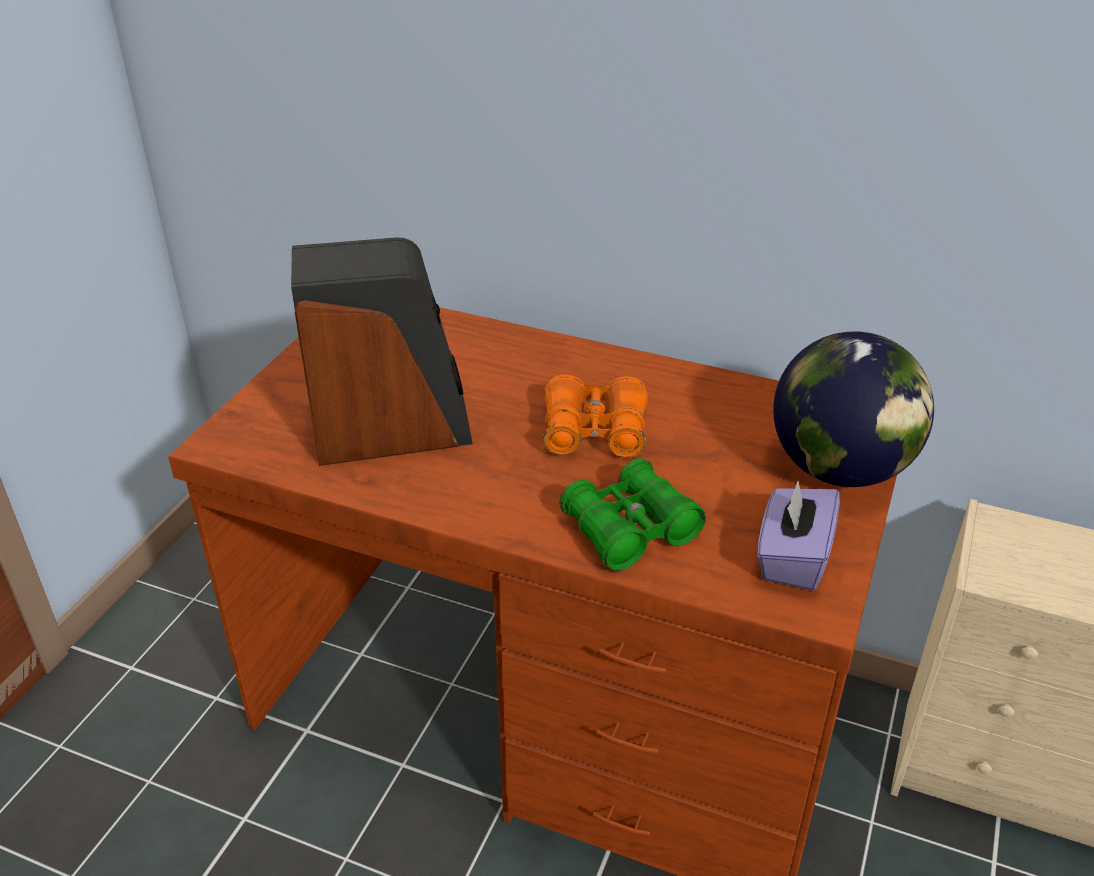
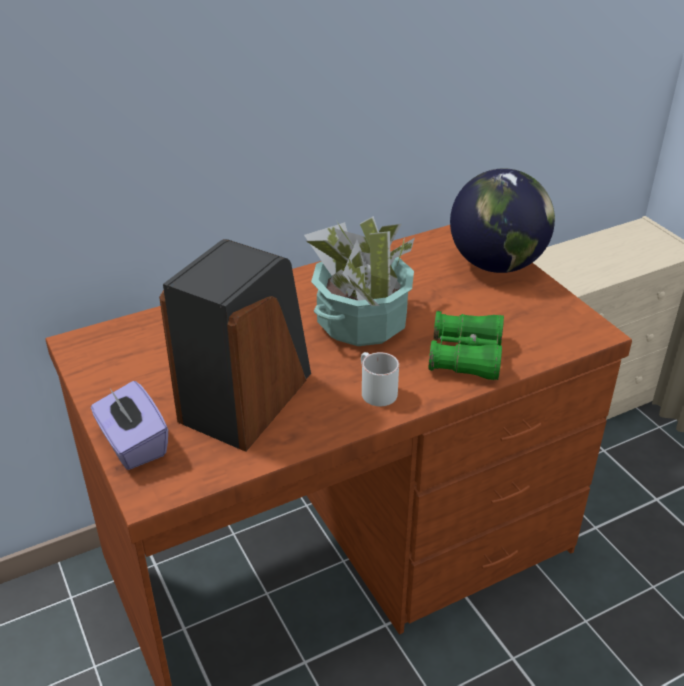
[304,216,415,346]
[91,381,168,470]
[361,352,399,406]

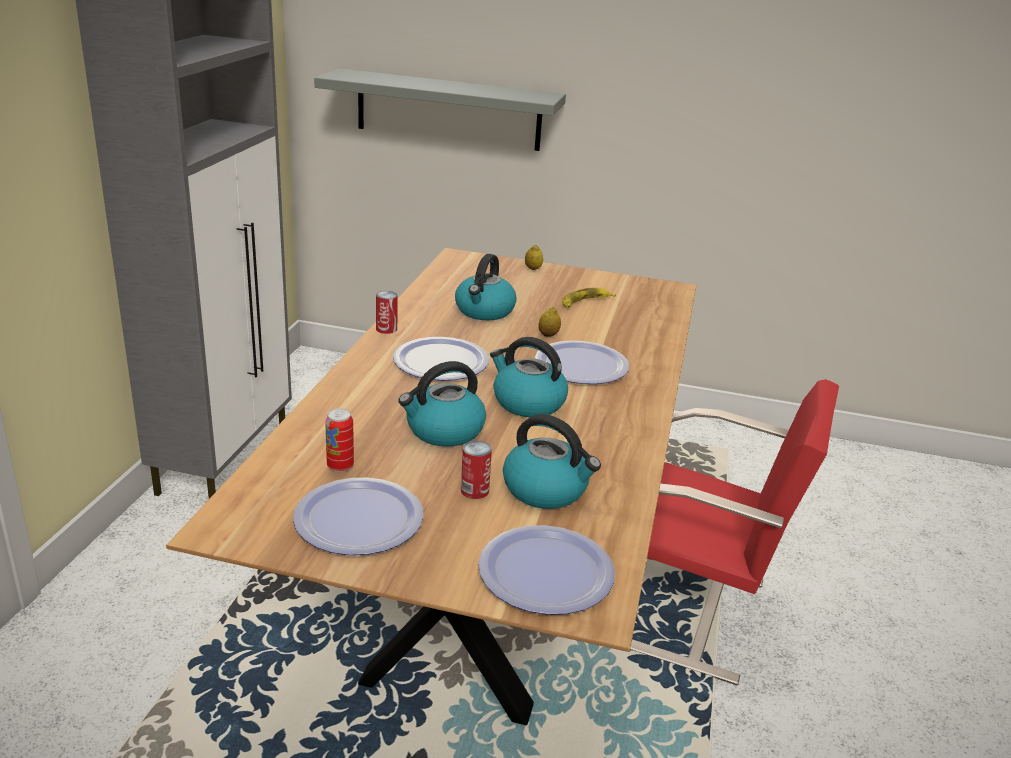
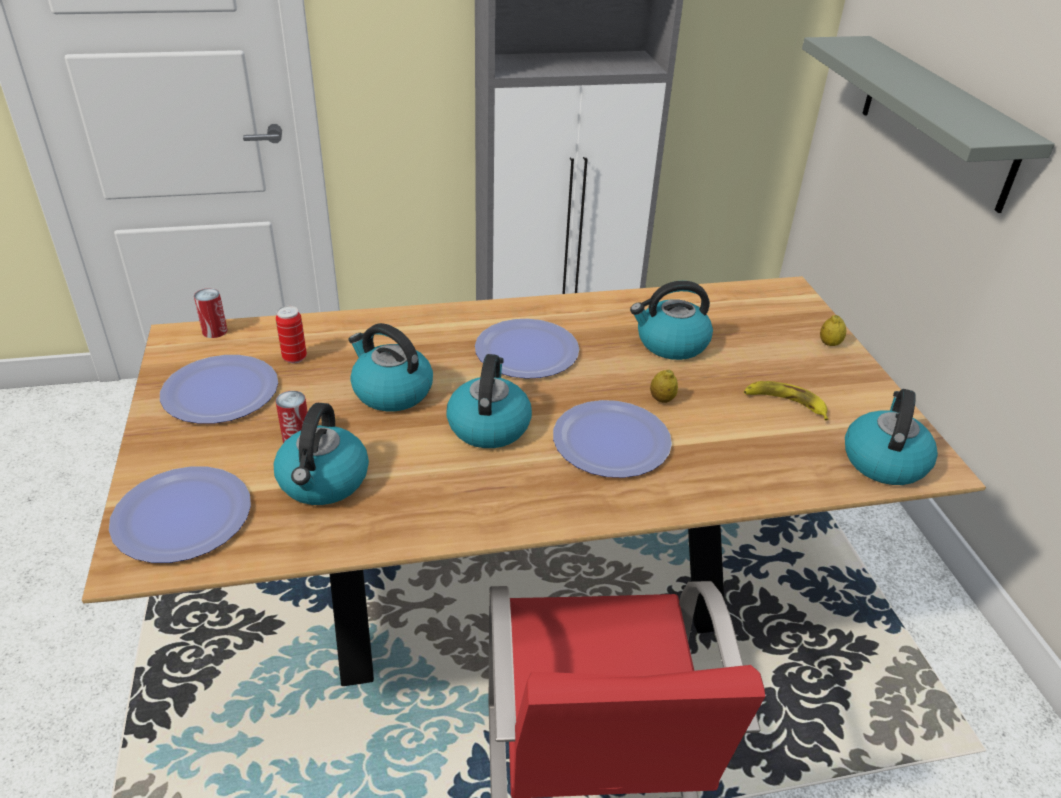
[194,288,228,338]
[845,389,938,485]

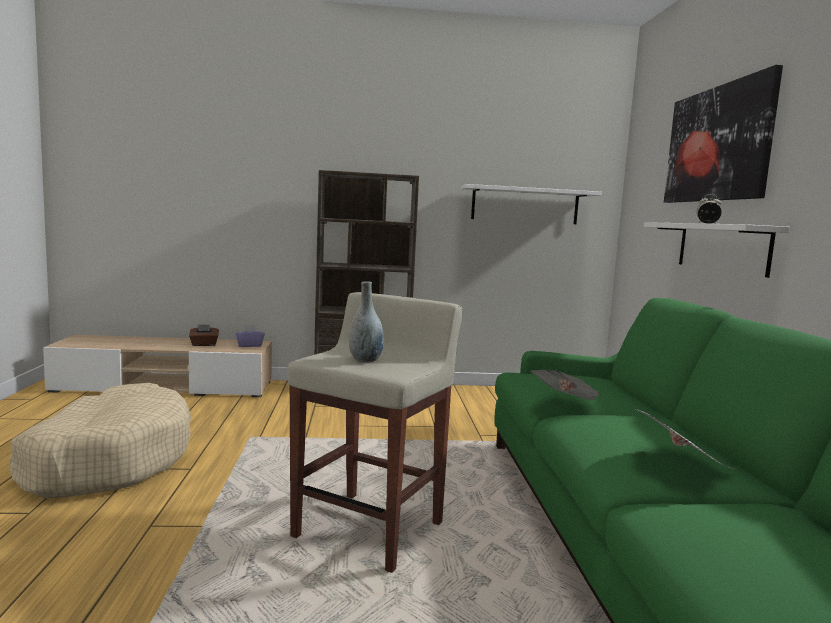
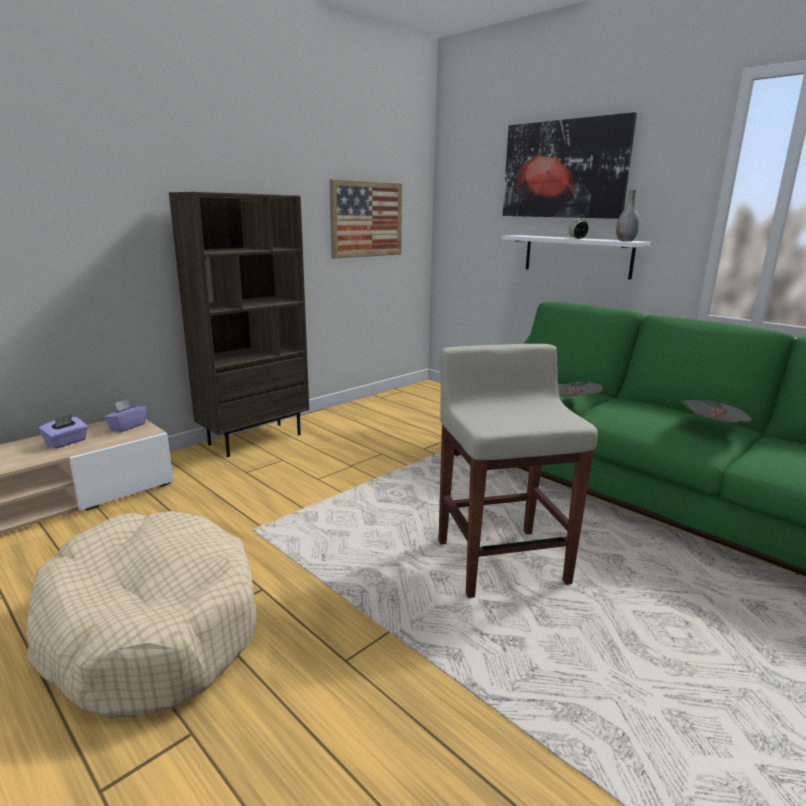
[38,414,88,449]
[616,190,640,241]
[329,179,402,259]

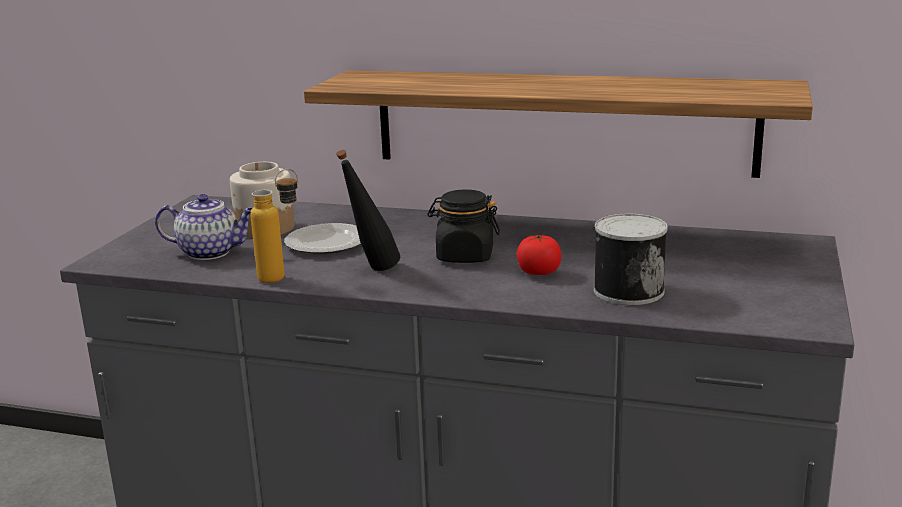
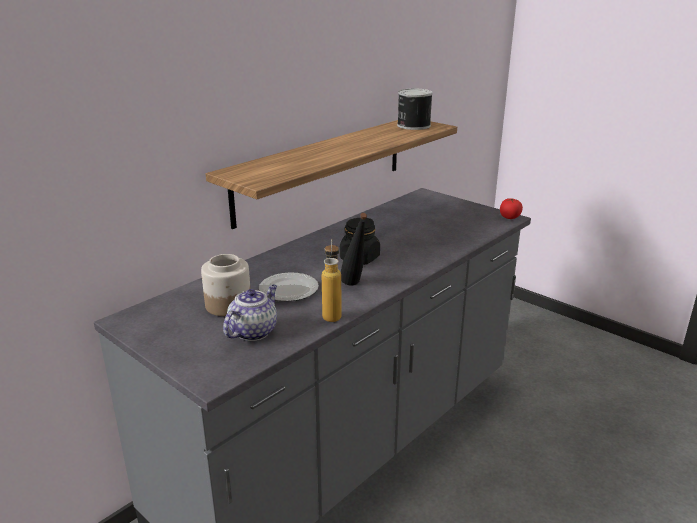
[500,198,523,219]
[397,88,433,130]

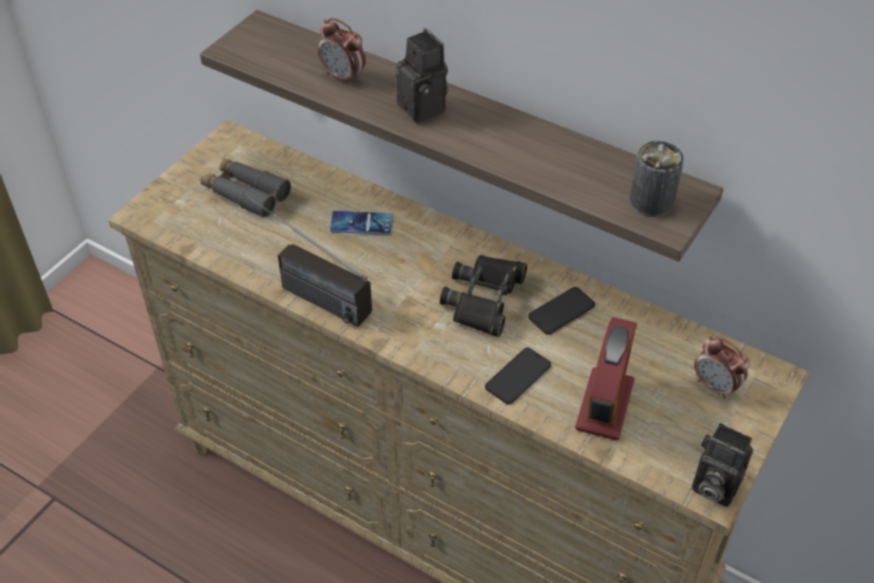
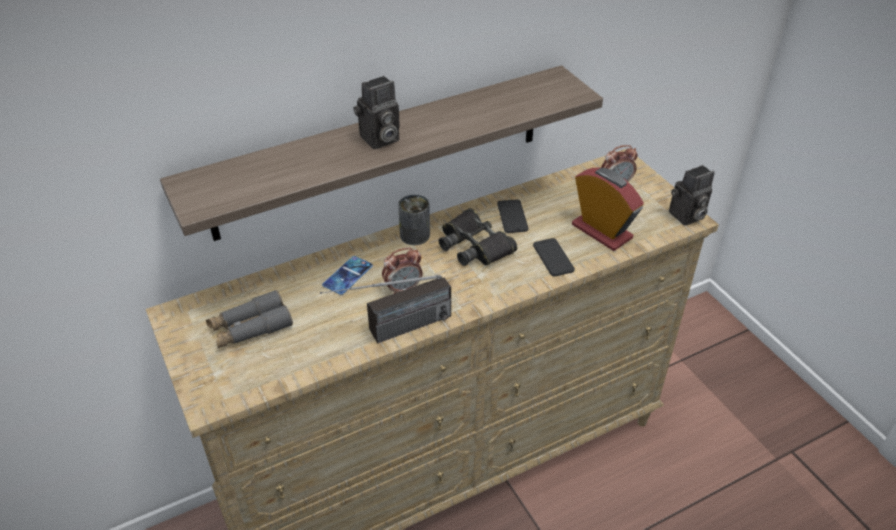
[382,248,423,294]
[354,76,400,149]
[398,195,430,245]

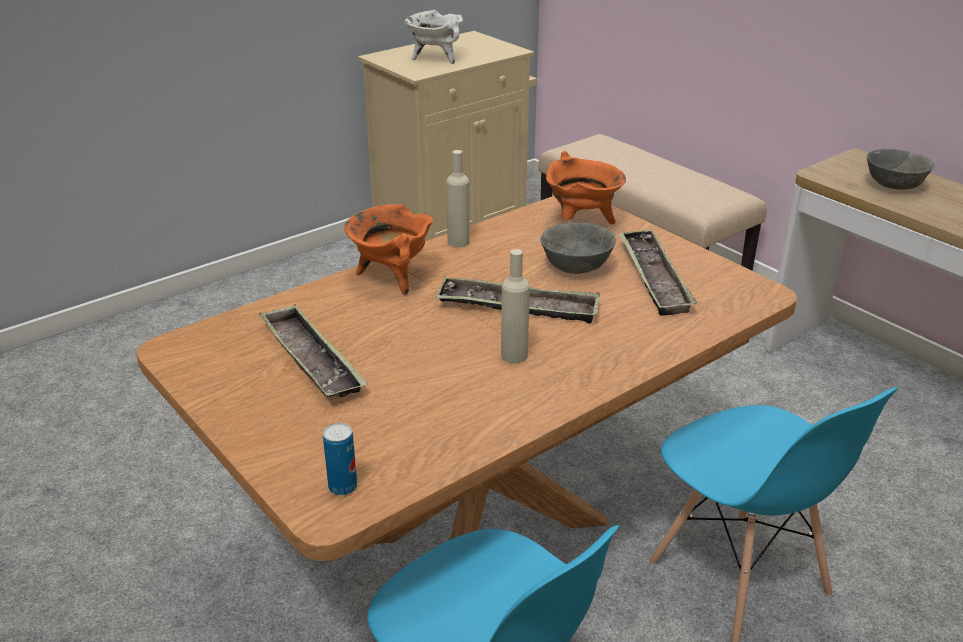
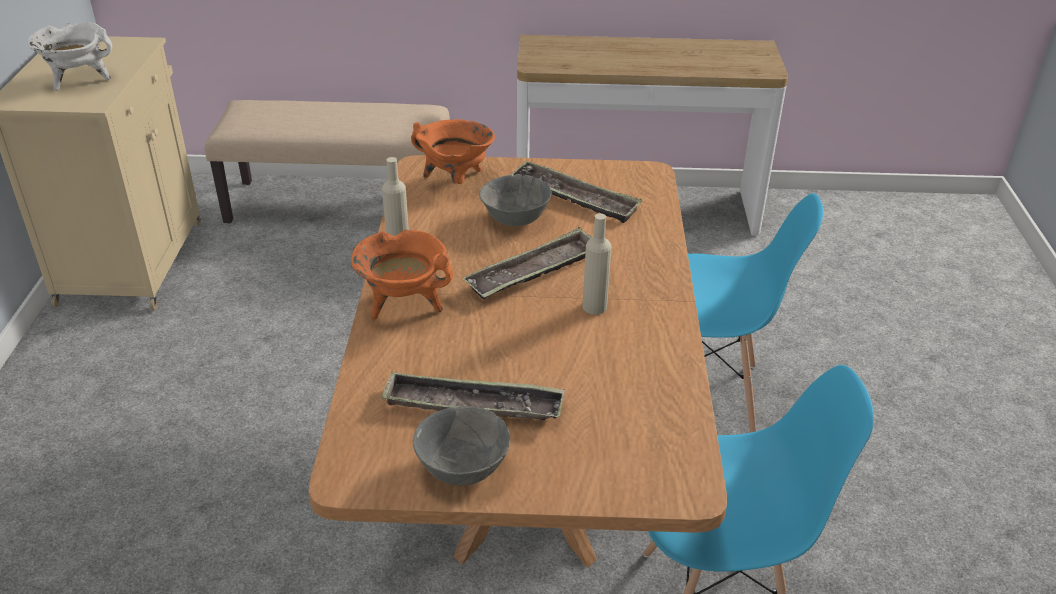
[323,423,357,495] (first image)
[413,406,510,486]

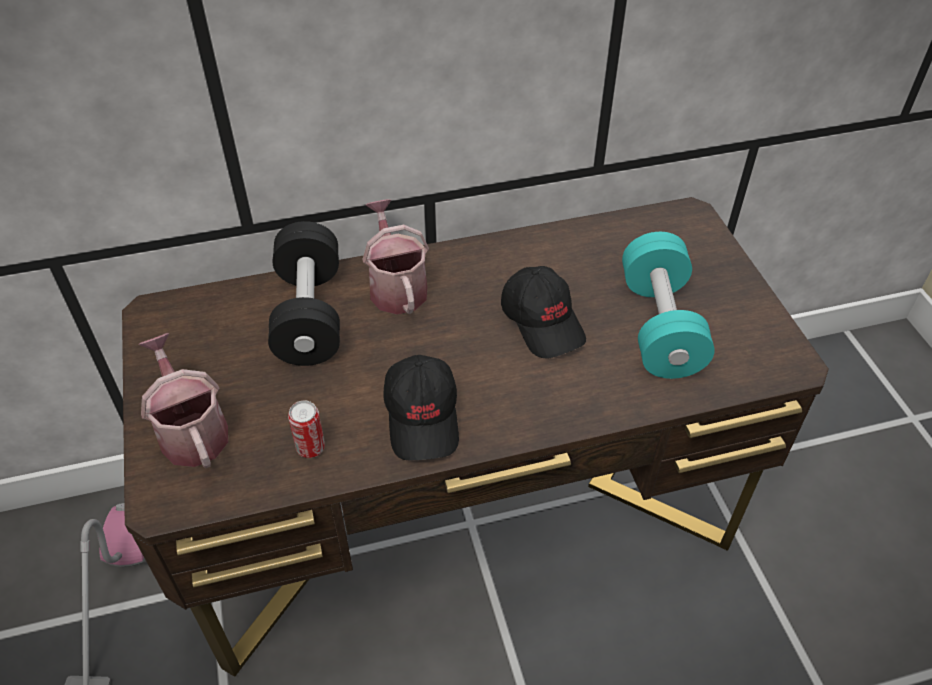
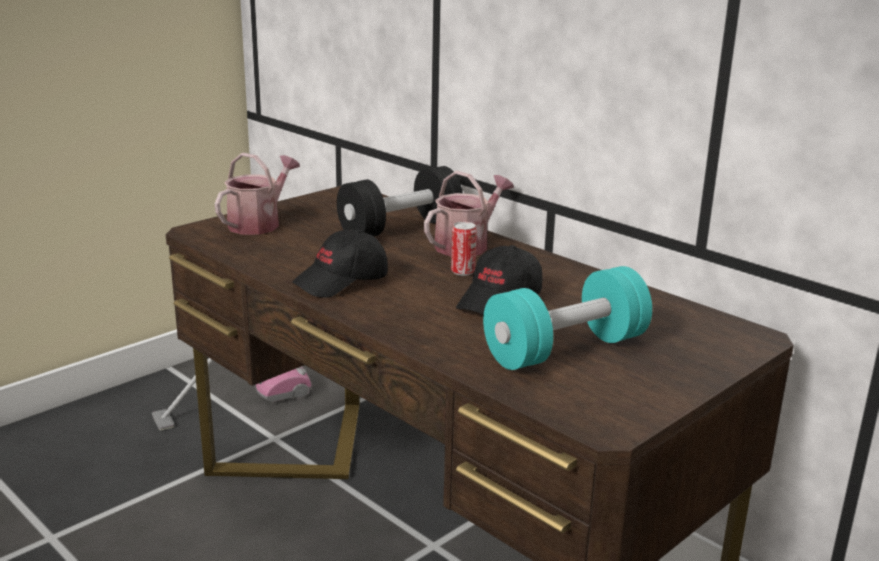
[451,222,477,276]

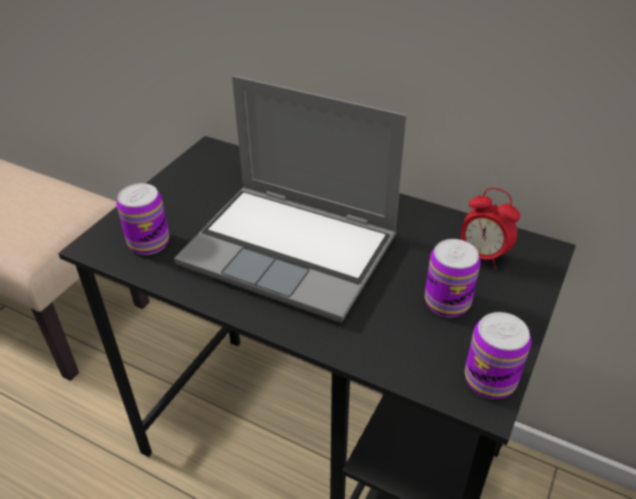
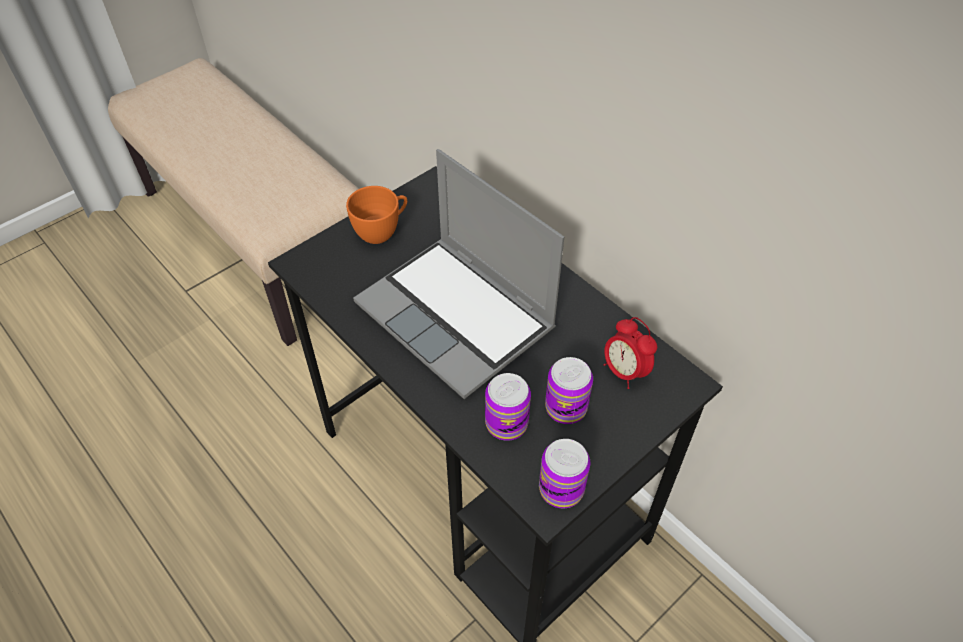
[485,373,531,441]
[346,186,407,244]

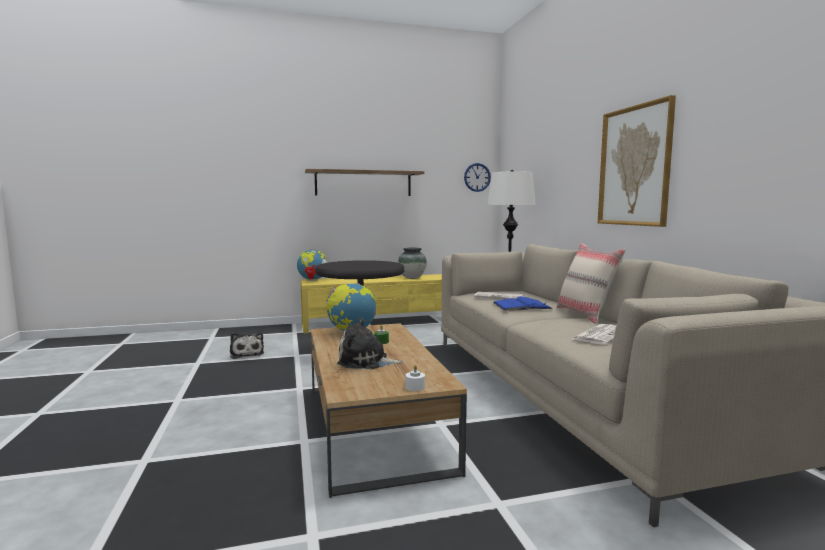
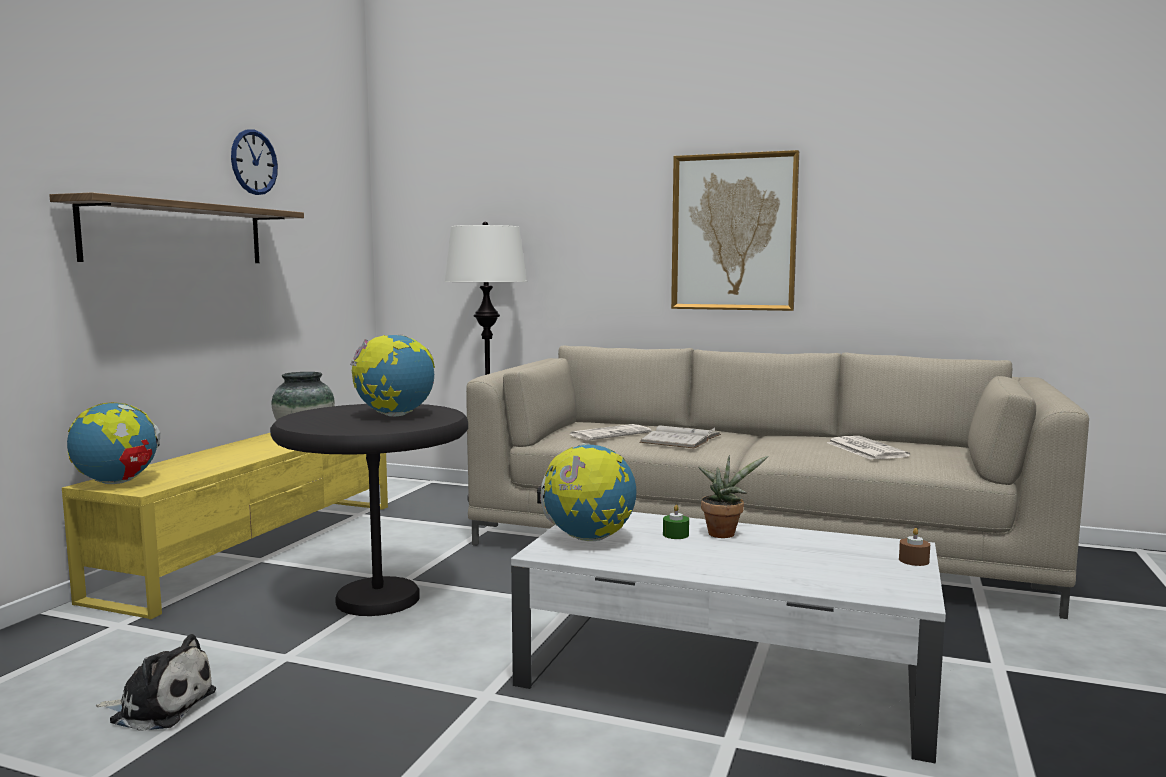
[511,512,946,764]
[337,318,404,369] (first image)
[899,528,930,566]
[231,129,278,195]
[639,425,721,449]
[556,243,626,324] (first image)
[350,335,435,416]
[698,455,768,538]

